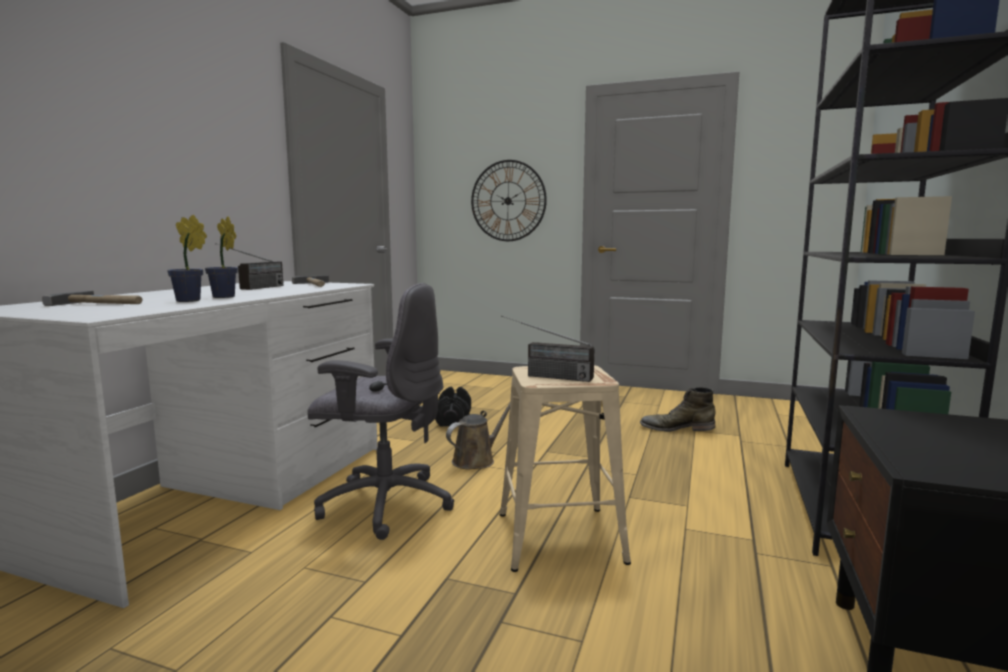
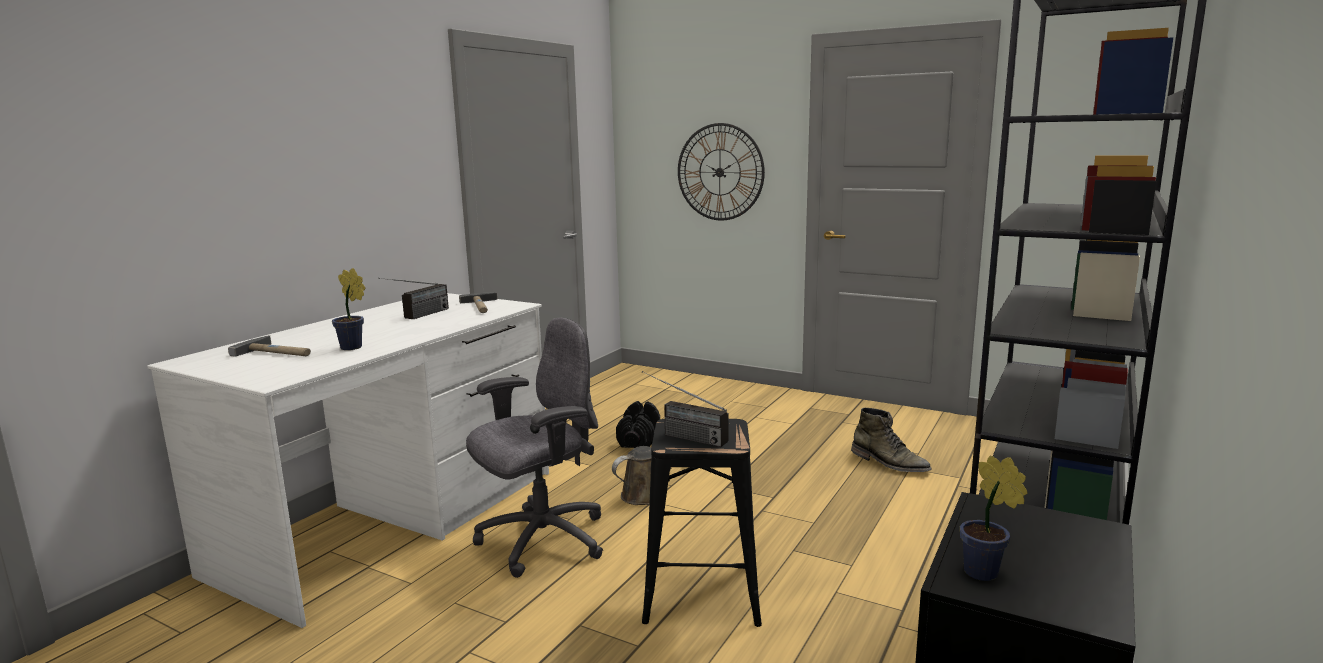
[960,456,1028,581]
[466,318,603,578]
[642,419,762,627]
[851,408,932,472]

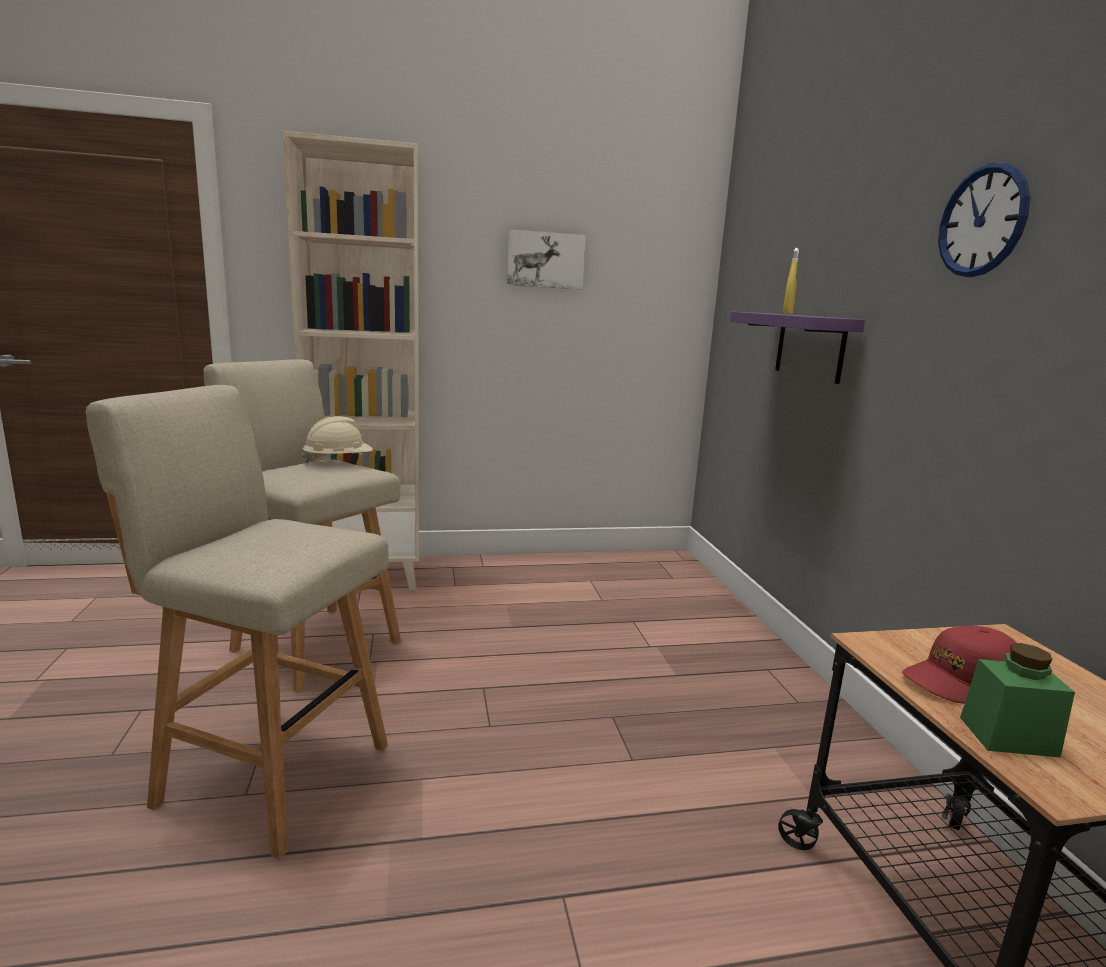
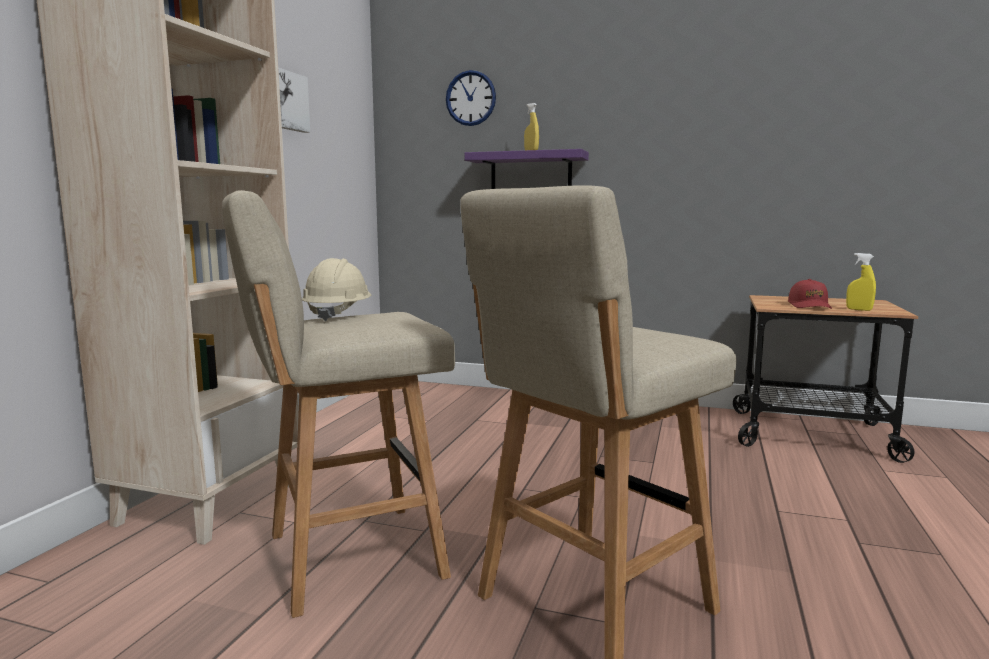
[446,70,496,126]
[846,253,876,311]

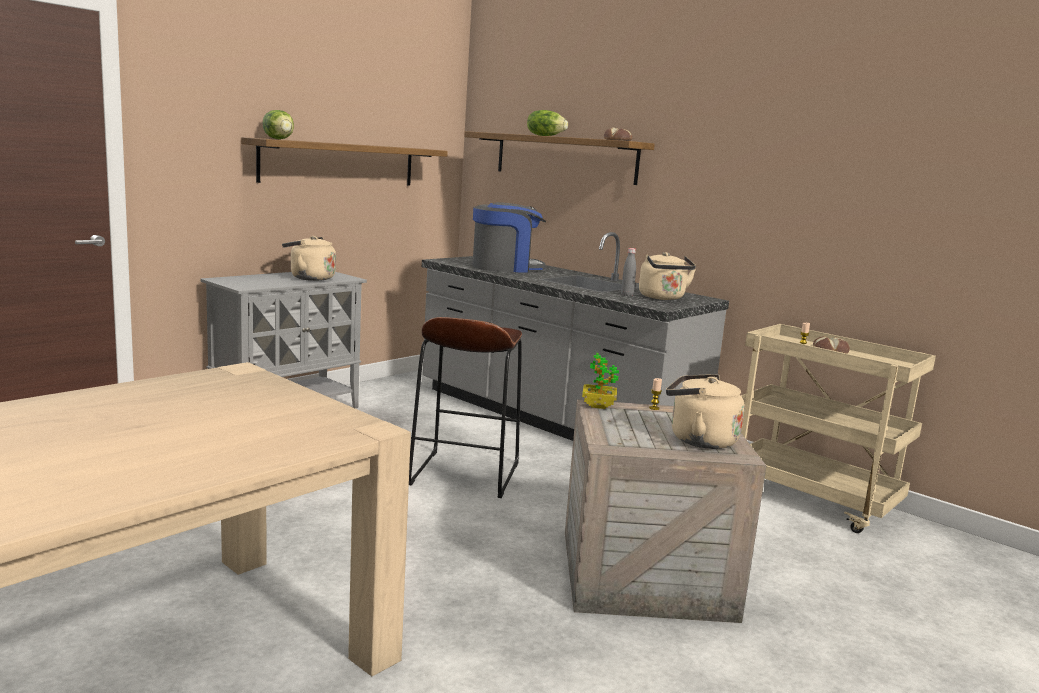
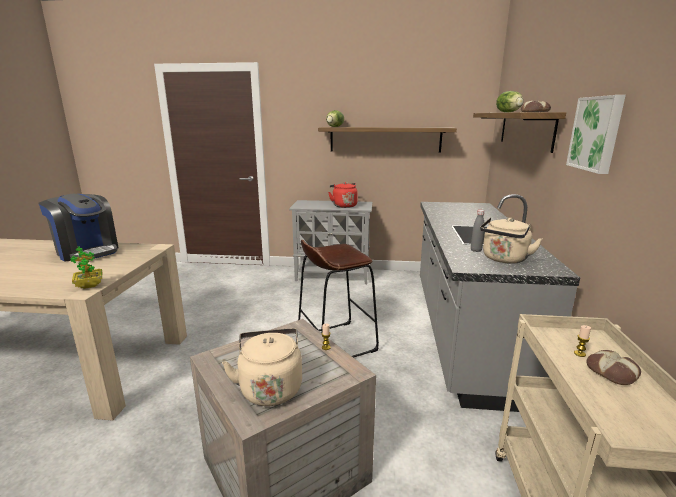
[328,182,358,208]
[39,194,118,262]
[70,246,102,289]
[566,95,626,174]

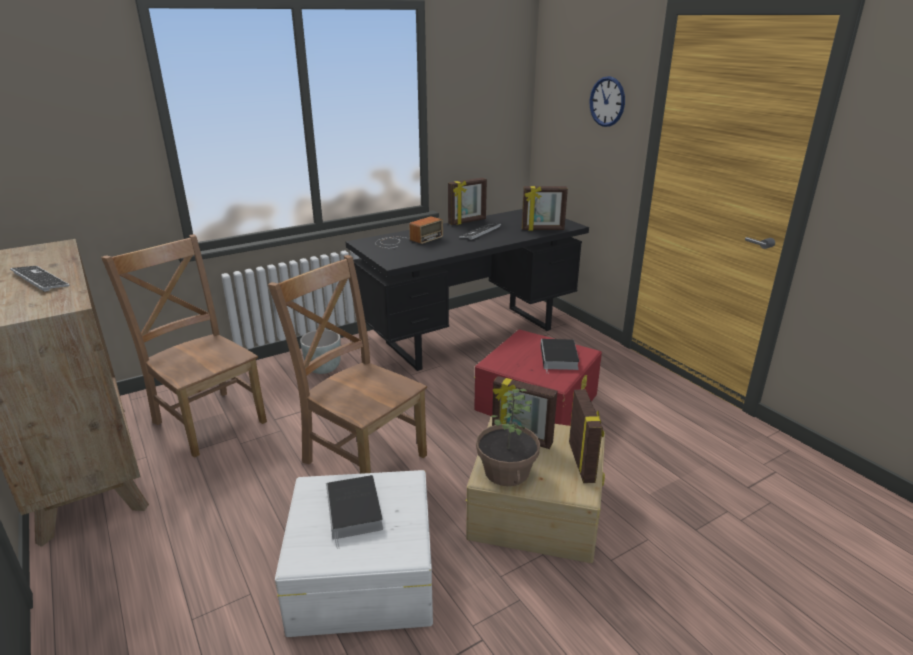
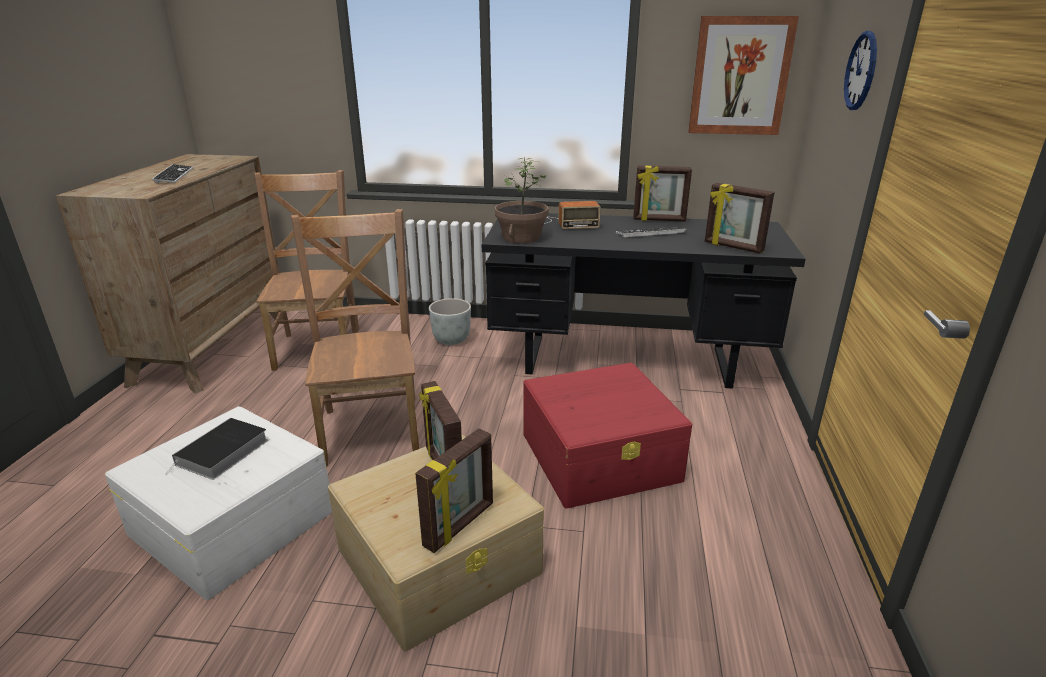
[495,157,548,243]
[541,339,579,373] (first image)
[688,16,799,135]

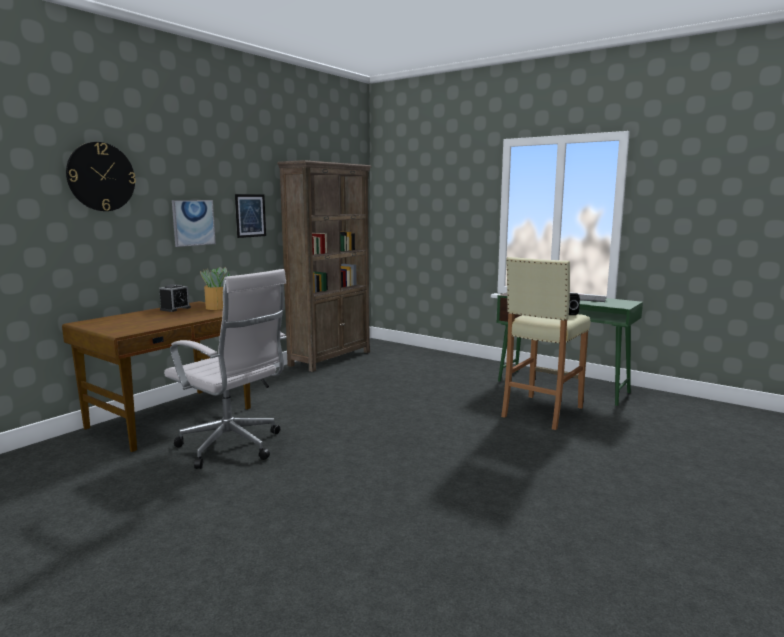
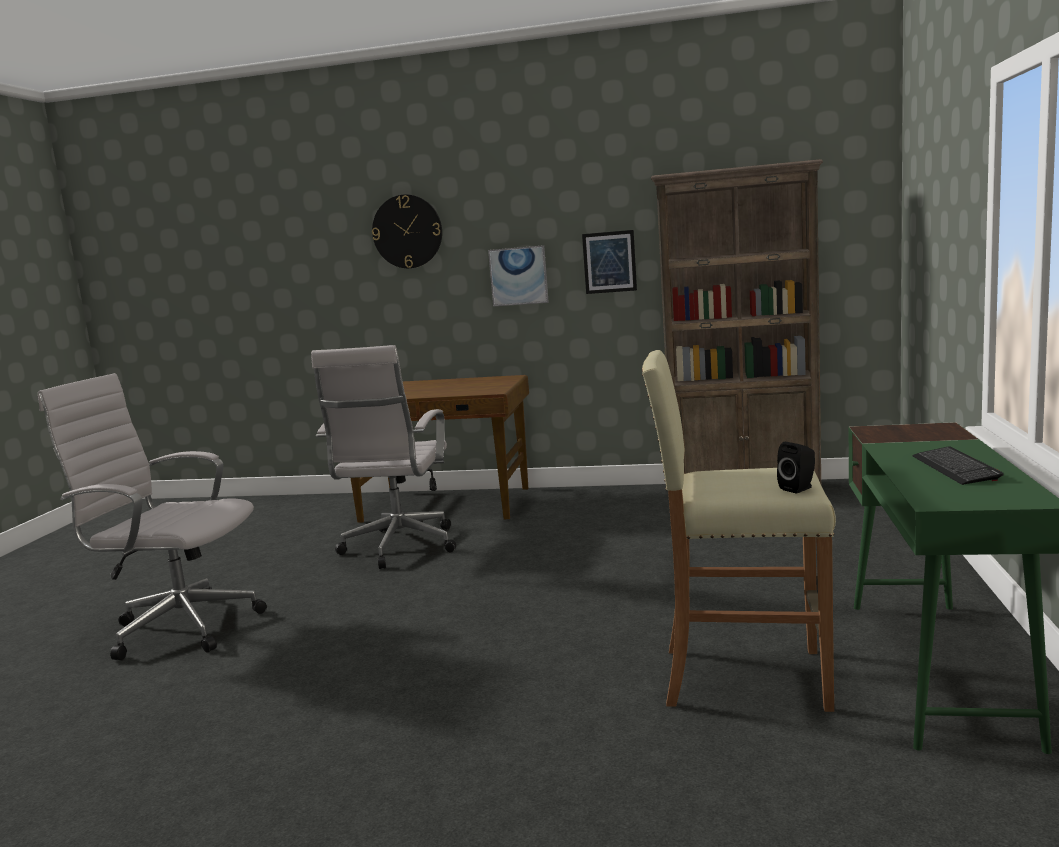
[159,284,191,312] (first image)
[200,267,229,310] (first image)
[38,373,267,660]

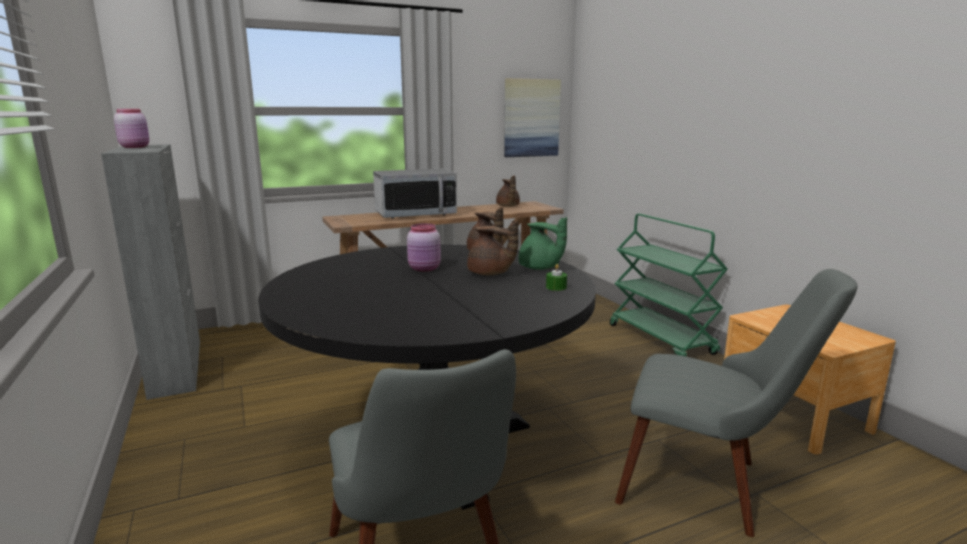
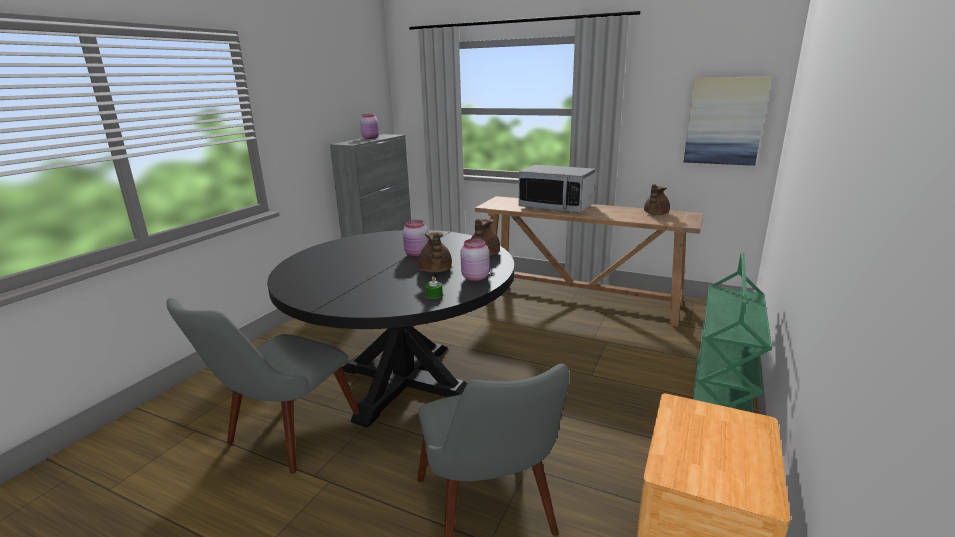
[460,238,490,281]

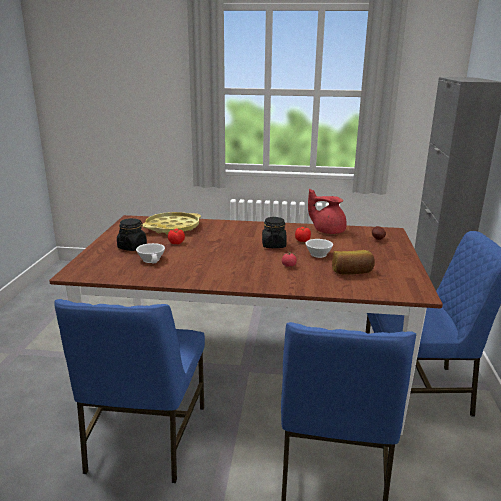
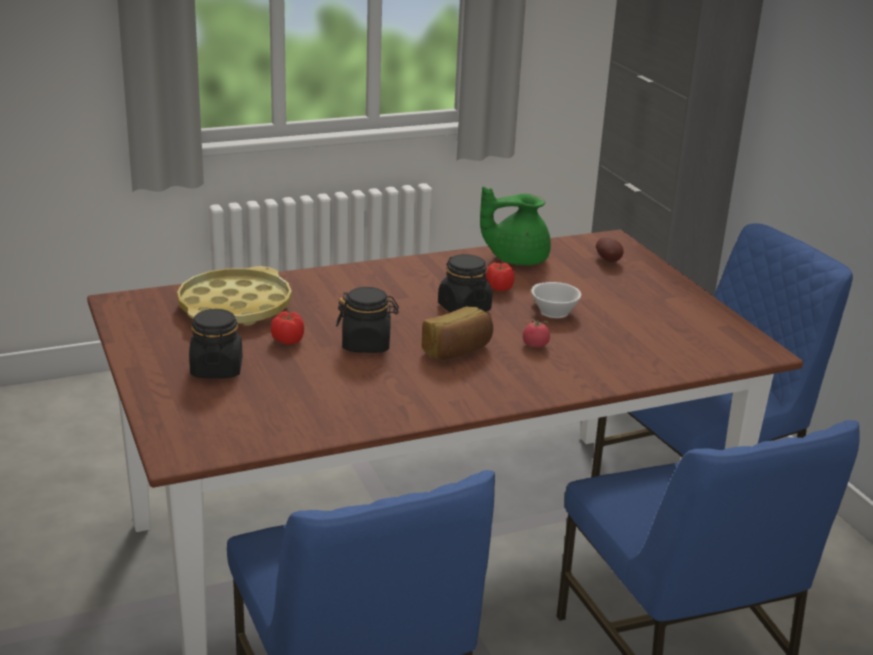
[136,243,165,264] (first image)
[480,186,551,265]
[422,307,493,360]
[336,287,399,353]

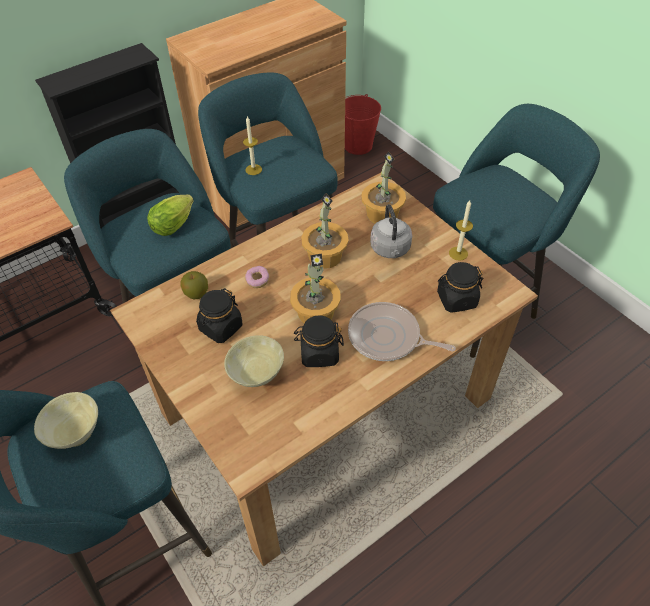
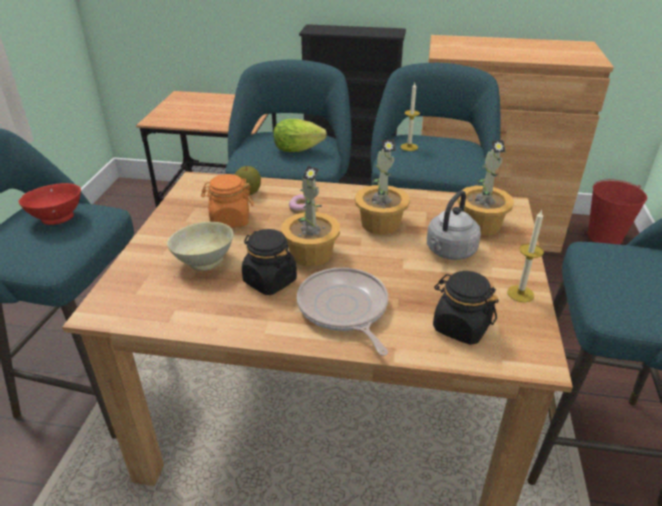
[18,183,81,225]
[201,174,253,228]

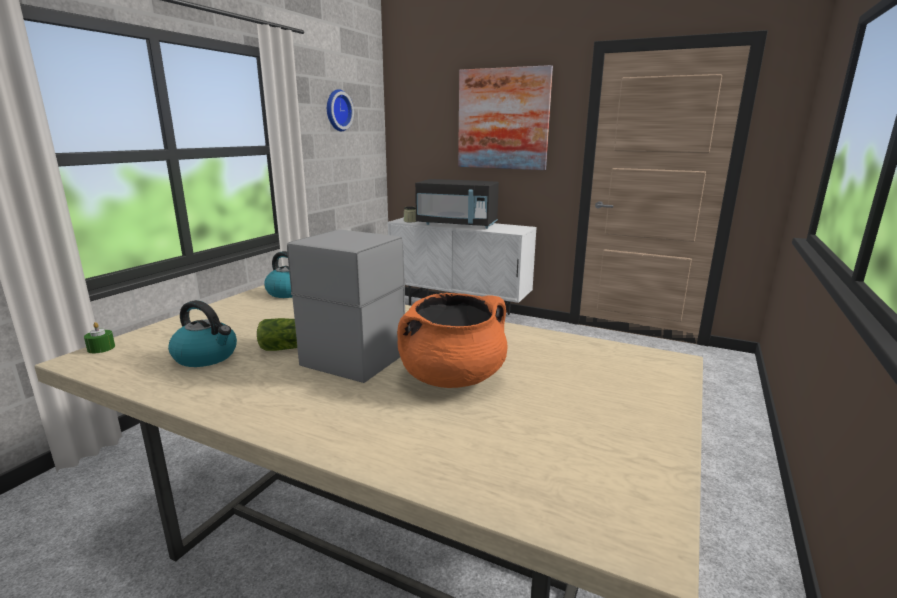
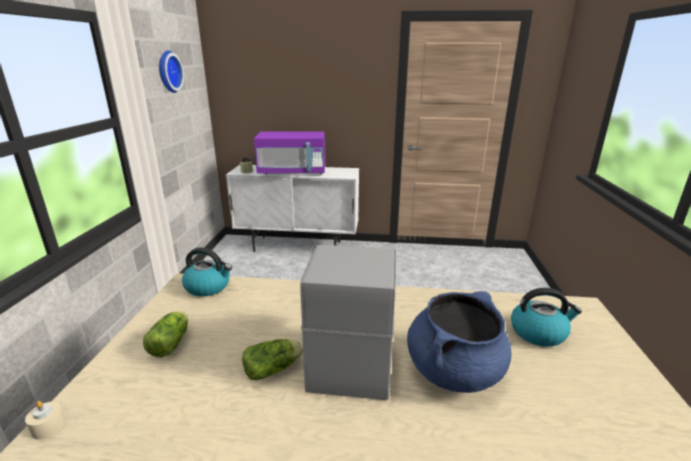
[25,401,66,439]
[511,288,582,347]
[407,291,511,393]
[254,131,325,175]
[458,65,553,170] (first image)
[143,311,188,357]

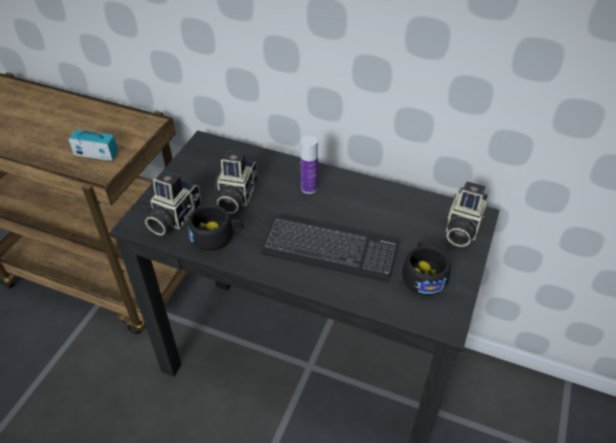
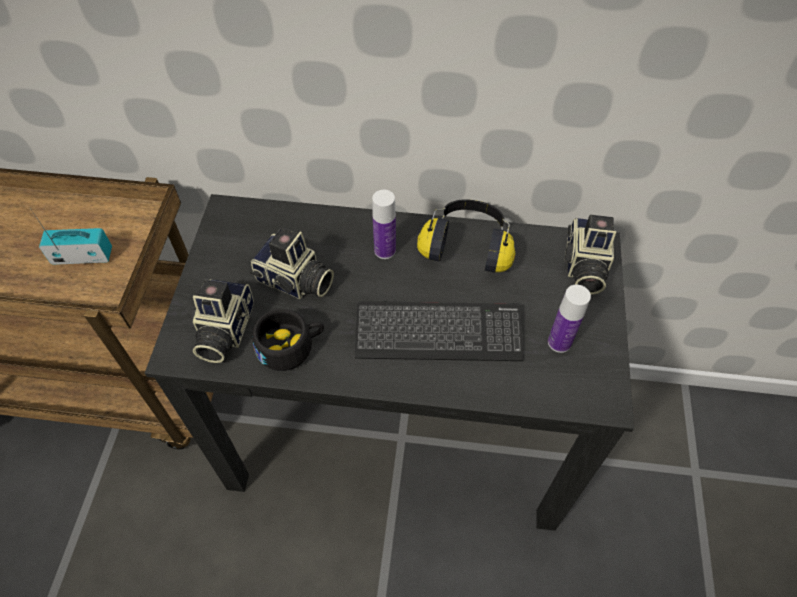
[250,228,334,299]
[548,285,591,353]
[417,199,515,273]

